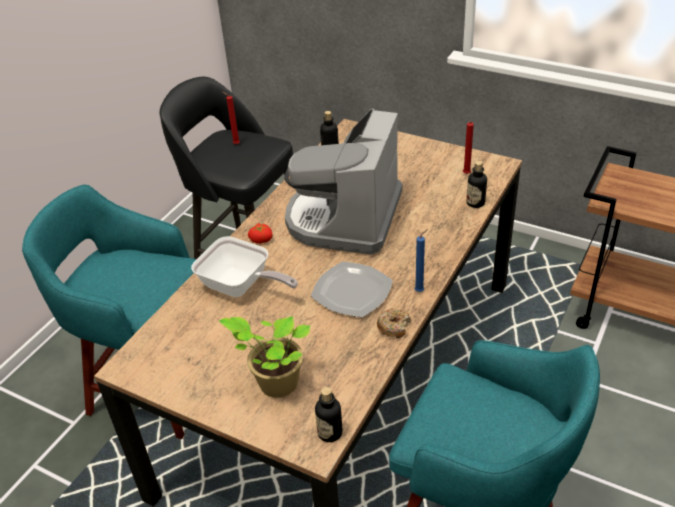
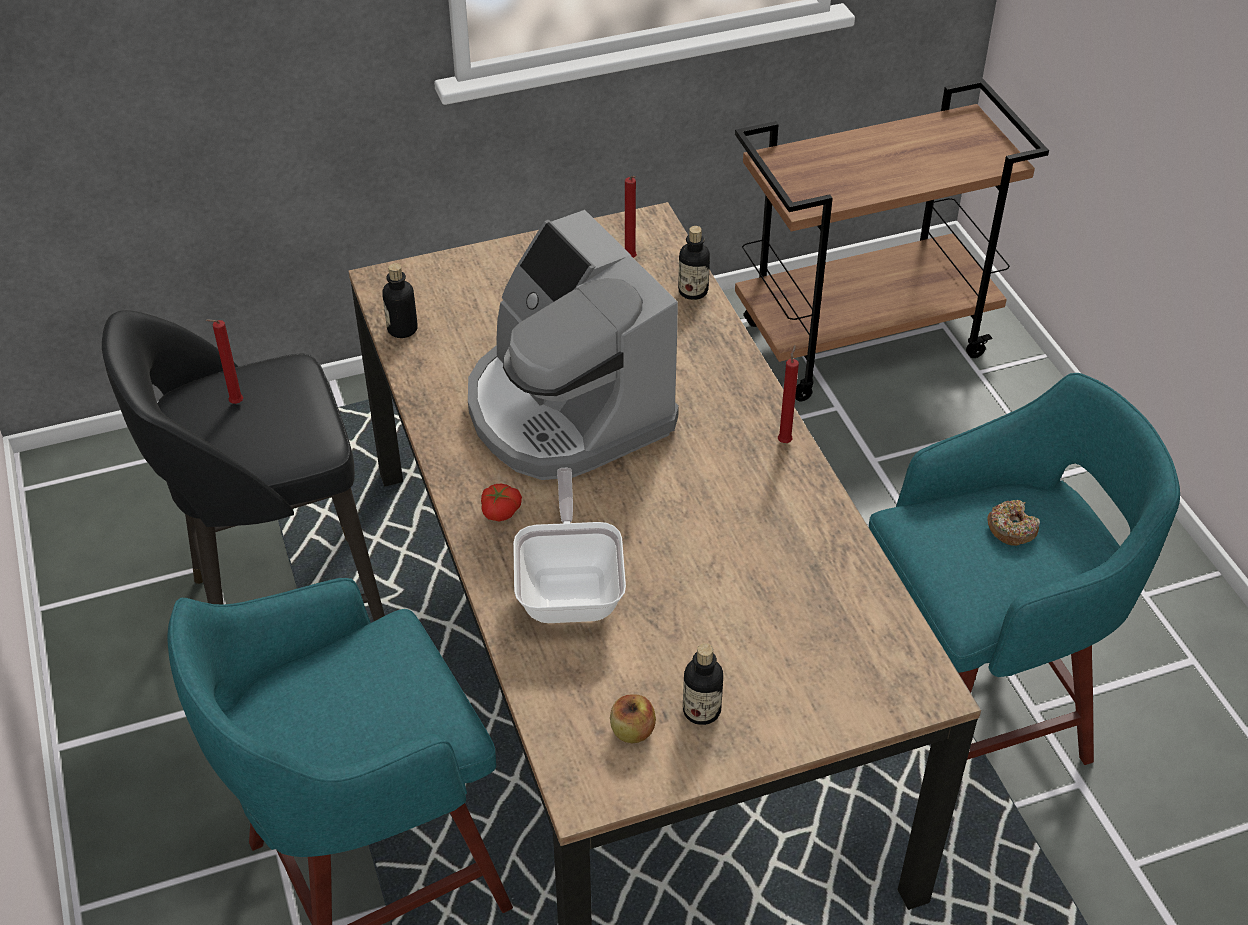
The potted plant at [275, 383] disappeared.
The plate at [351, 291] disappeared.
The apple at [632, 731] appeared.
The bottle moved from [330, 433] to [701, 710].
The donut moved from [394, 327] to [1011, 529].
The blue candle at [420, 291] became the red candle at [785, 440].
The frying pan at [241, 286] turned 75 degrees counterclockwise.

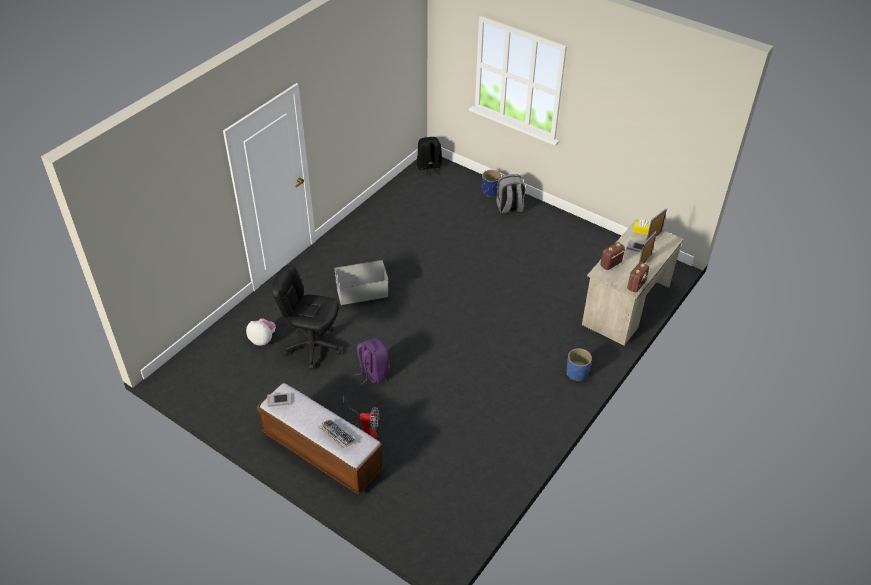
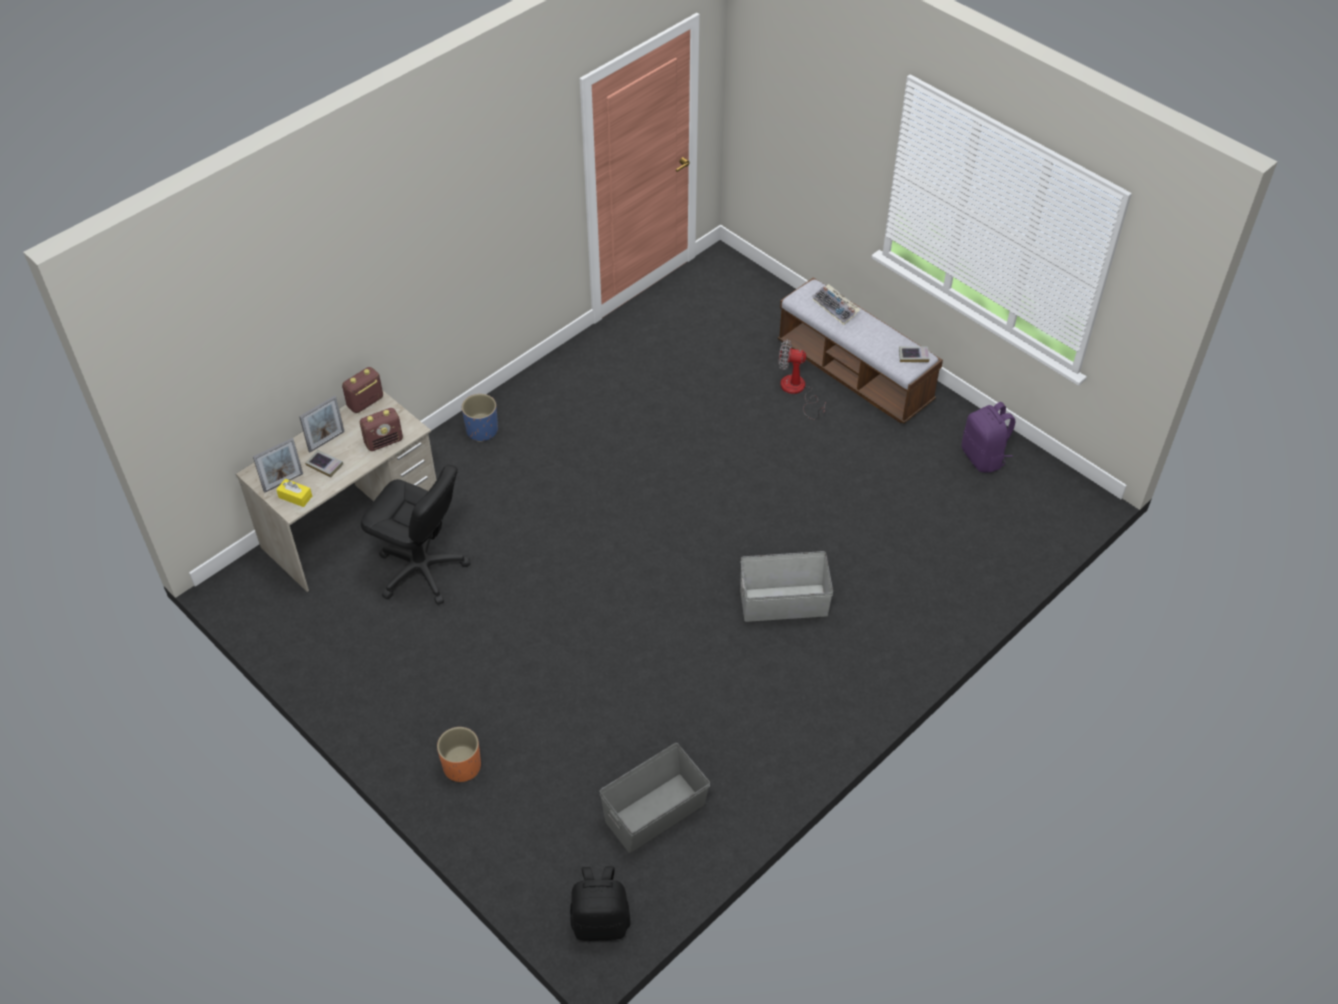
The plush toy at [263, 339] disappeared.
The blue planter at [490, 191] disappeared.
The grey storage box at [656, 813] appeared.
The black office chair moved from [313, 347] to [421, 571].
The purple backpack moved from [373, 373] to [983, 457].
The grey backpack at [509, 208] was replaced by the orange planter at [462, 766].

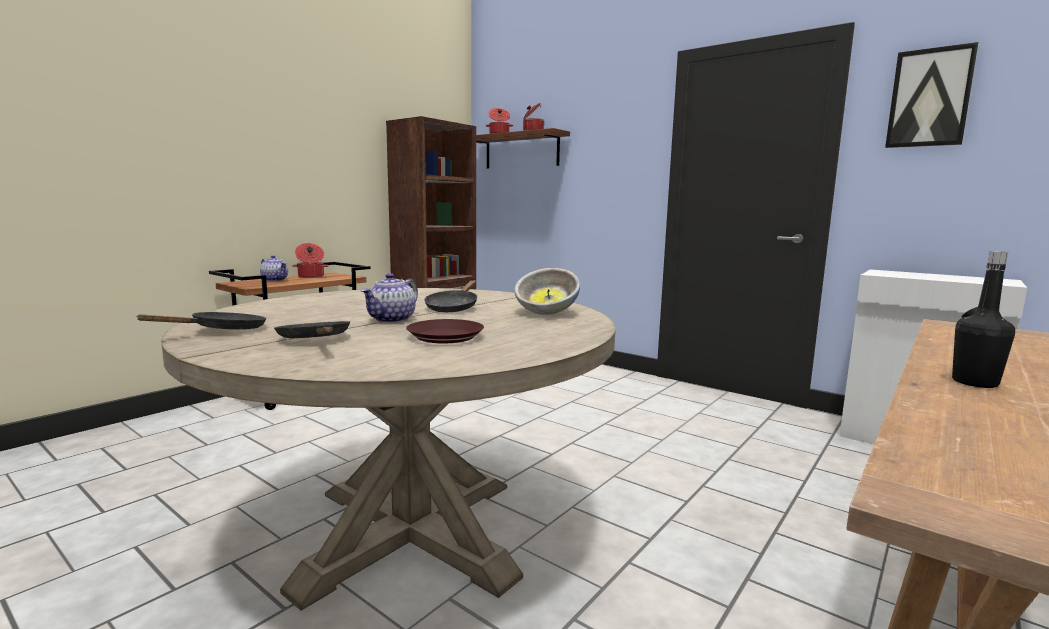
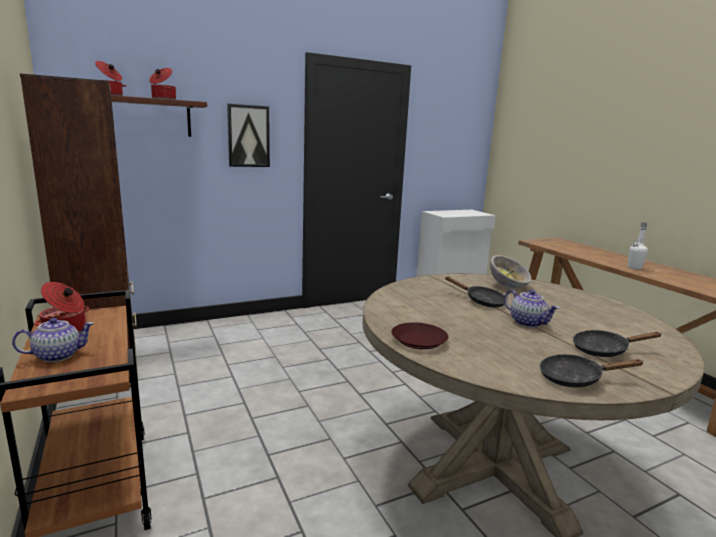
The brown plate moved from [446, 337] to [419, 340].
The picture moved from [929, 98] to [248, 136].
The black bottle at [974, 382] became the white bottle at [634, 267].
The black frying pan at [222, 331] turned 60 degrees counterclockwise.

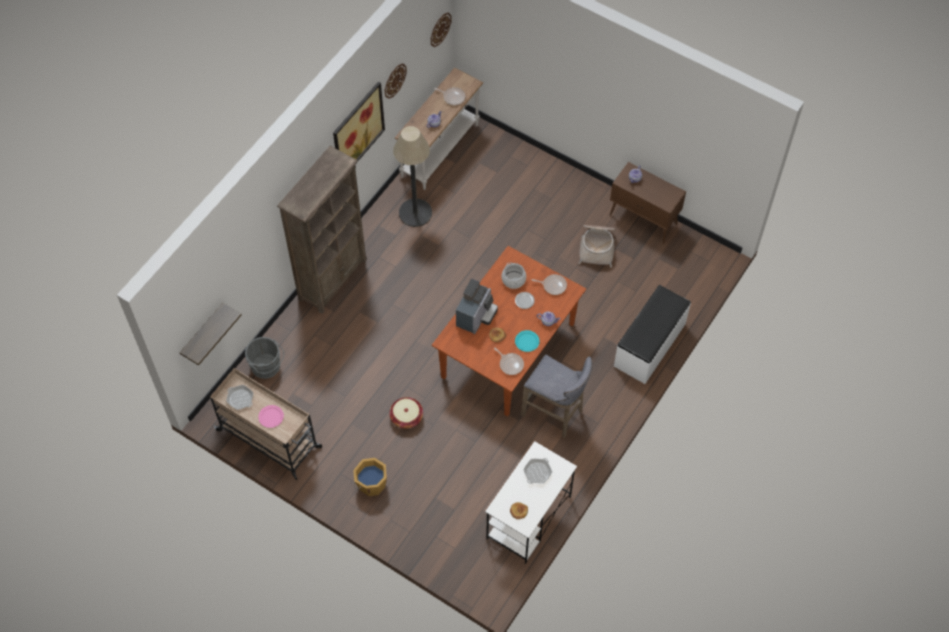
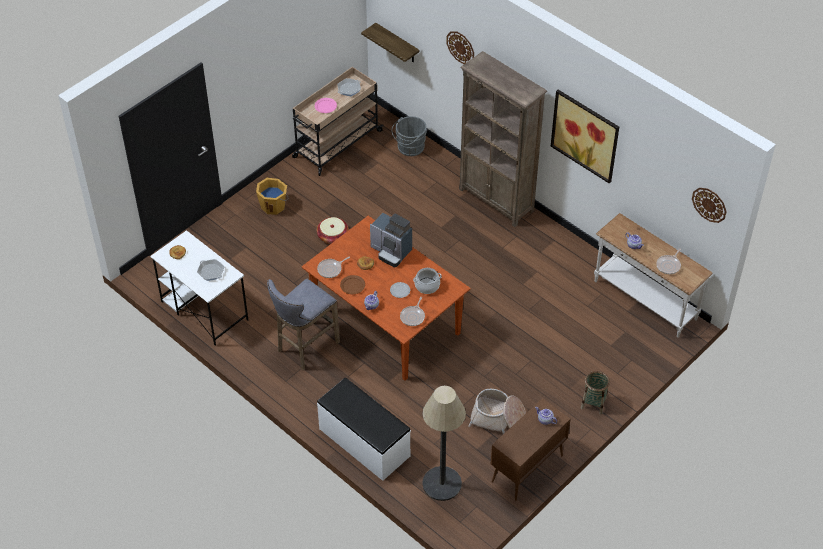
The basket at [593, 403] appeared.
The wall clock moved from [394, 80] to [460, 47].
The floor lamp moved from [415, 213] to [442, 483].
The turquoise plate at [527, 341] became the brown plate at [353, 285].

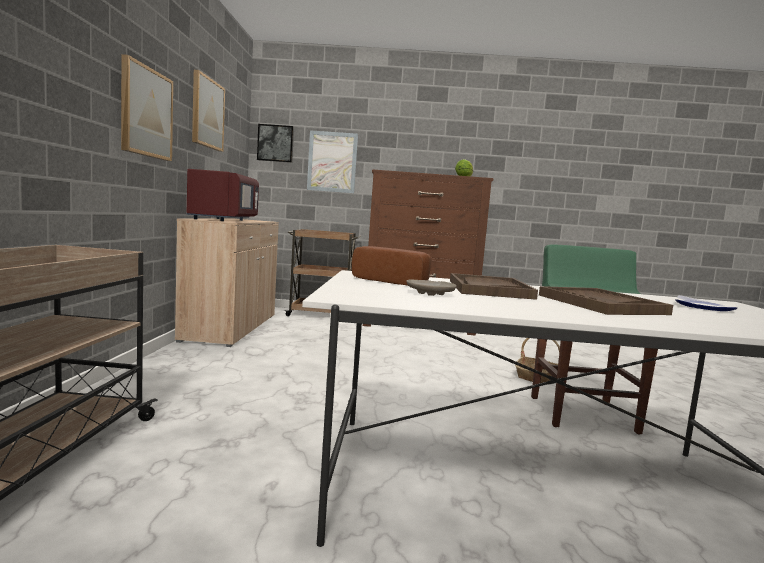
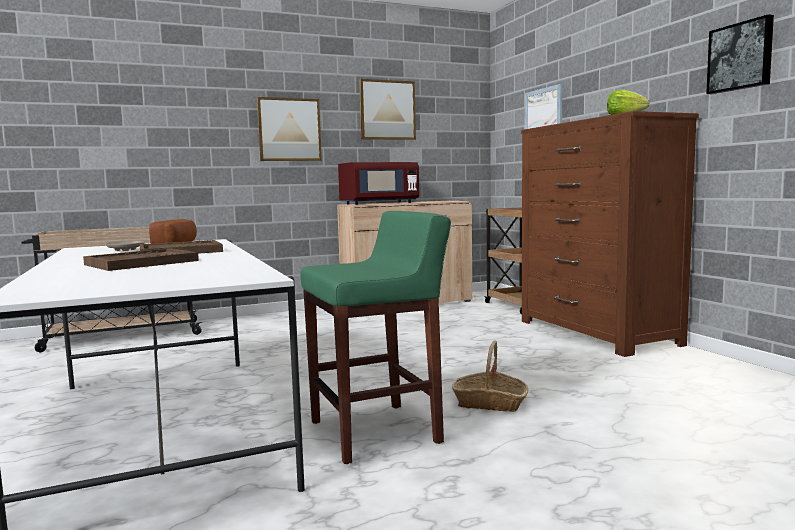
The plate at [705, 307] disappeared.
The picture moved from [276, 143] to [741, 56].

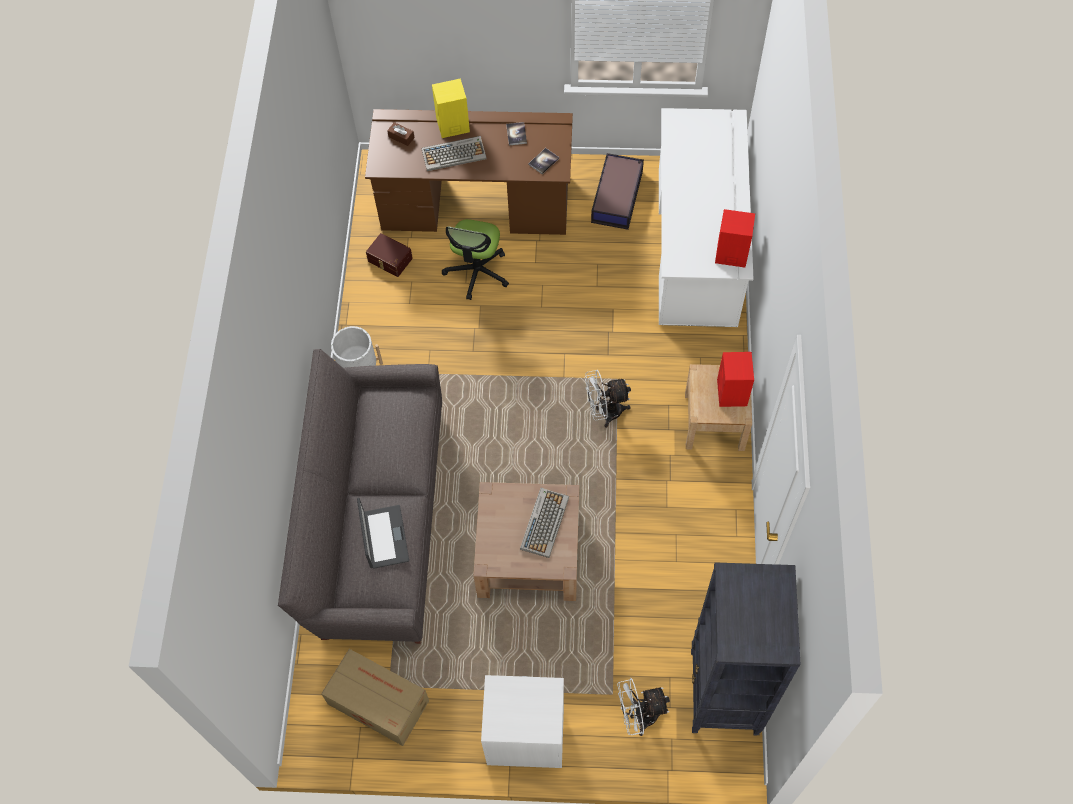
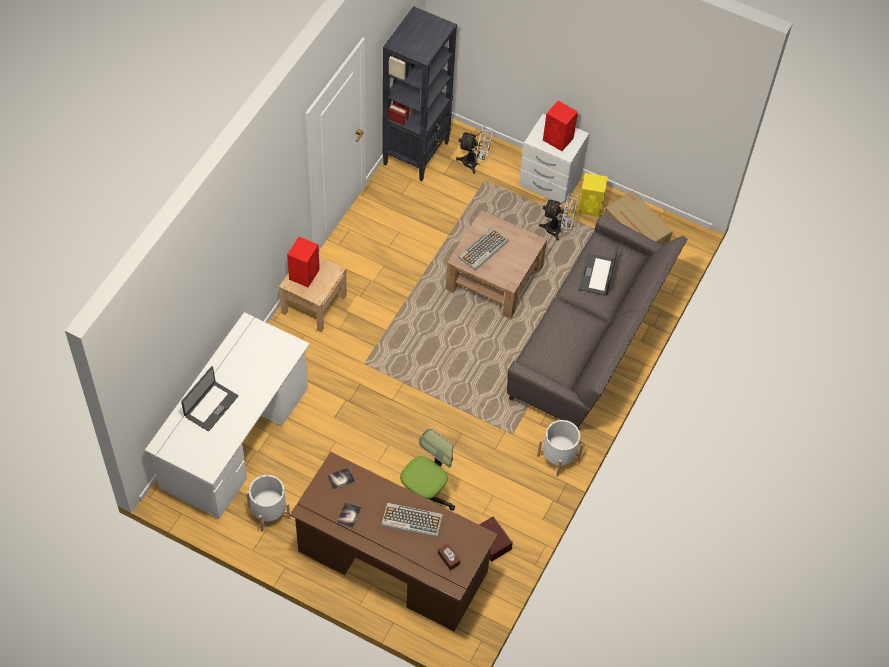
The laptop at [210, 406] appeared.
The yellow speaker moved from [452, 125] to [591, 207].
The white fan moved from [605, 412] to [558, 230].
The red speaker moved from [730, 254] to [558, 139].
The storage box at [617, 196] was replaced by the white planter at [269, 512].

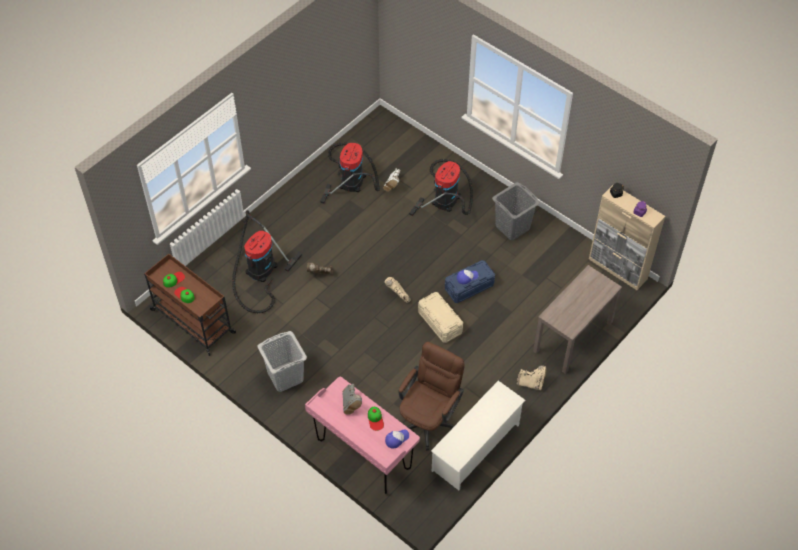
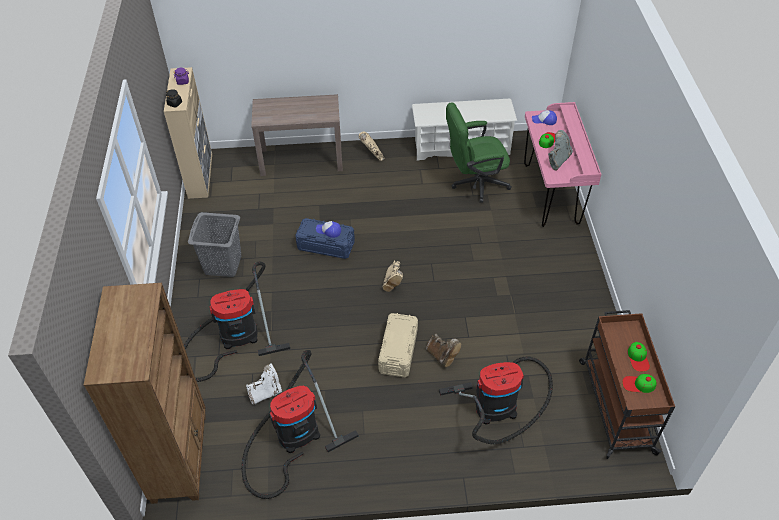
The grey laundry basket at [285, 377] disappeared.
The brown bookcase at [180, 456] appeared.
The beige storage box moved from [440, 322] to [398, 351].
The brown office chair at [429, 418] became the green office chair at [474, 183].

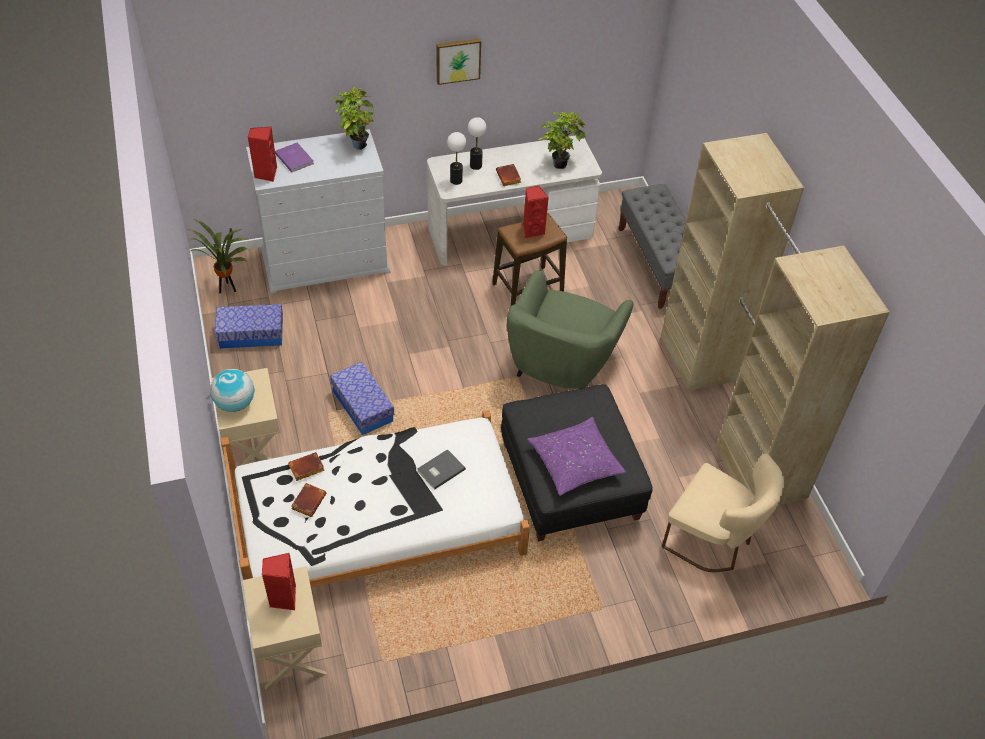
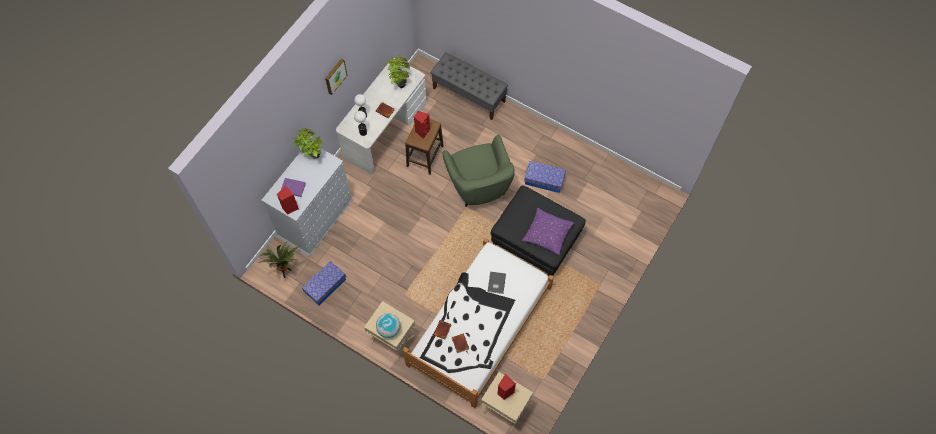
The beige wardrobe at [730, 413] disappeared.
The beige chair at [713, 541] disappeared.
The storage box moved from [362, 406] to [544, 180].

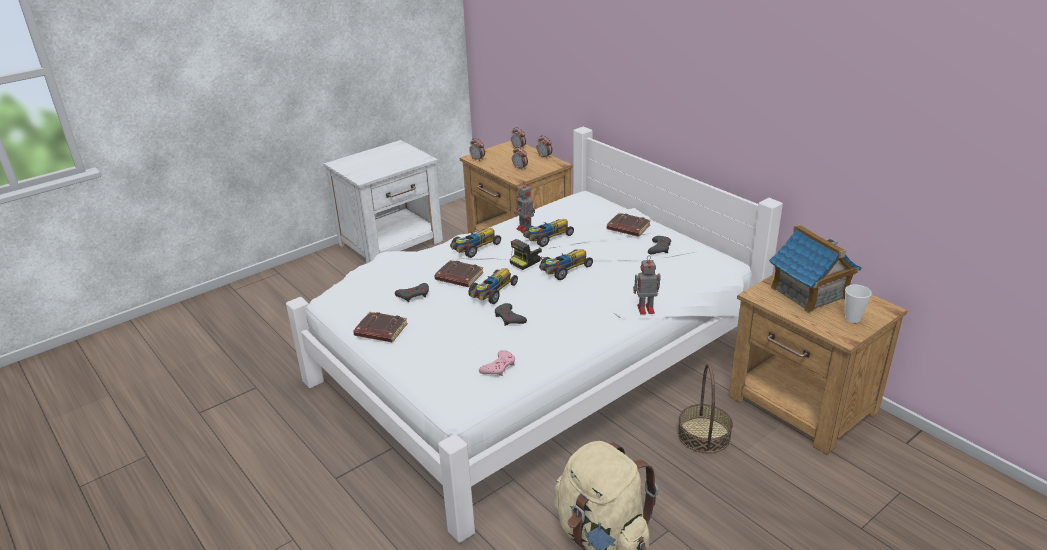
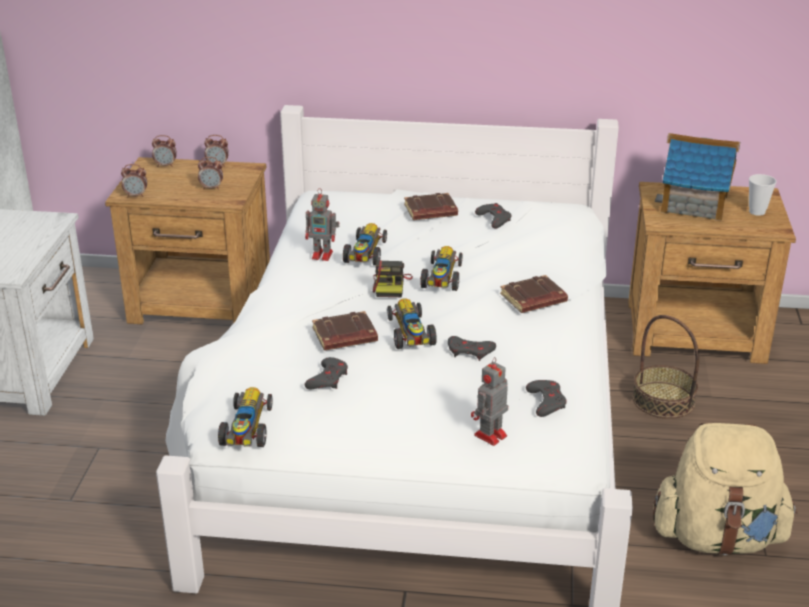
The brown book moved from [380, 331] to [533, 299].
The toy car moved from [474, 248] to [247, 430].
The toy robot moved from [644, 309] to [489, 436].
The pink game controller at [499, 367] became the grey game controller at [546, 401].

